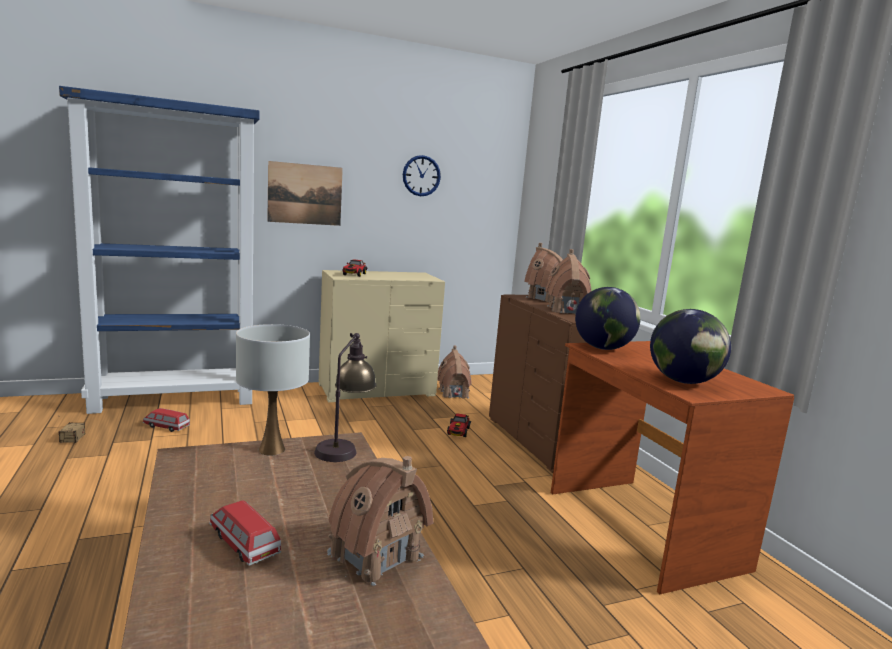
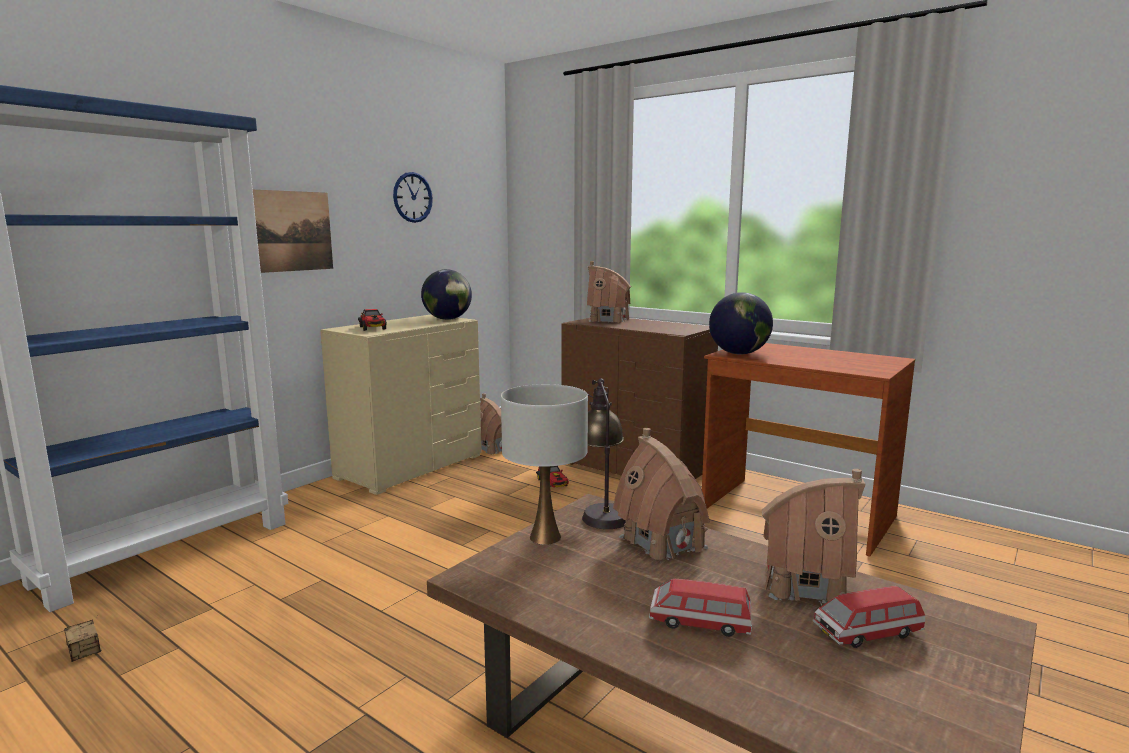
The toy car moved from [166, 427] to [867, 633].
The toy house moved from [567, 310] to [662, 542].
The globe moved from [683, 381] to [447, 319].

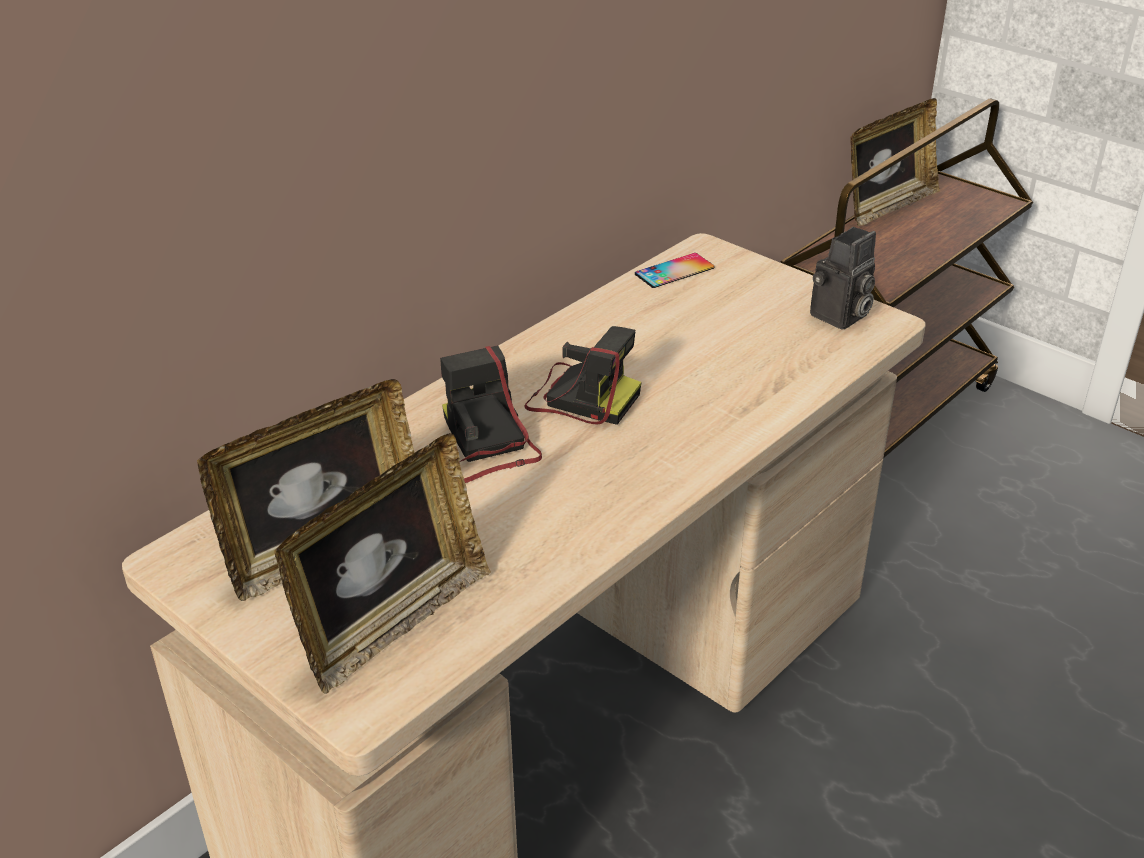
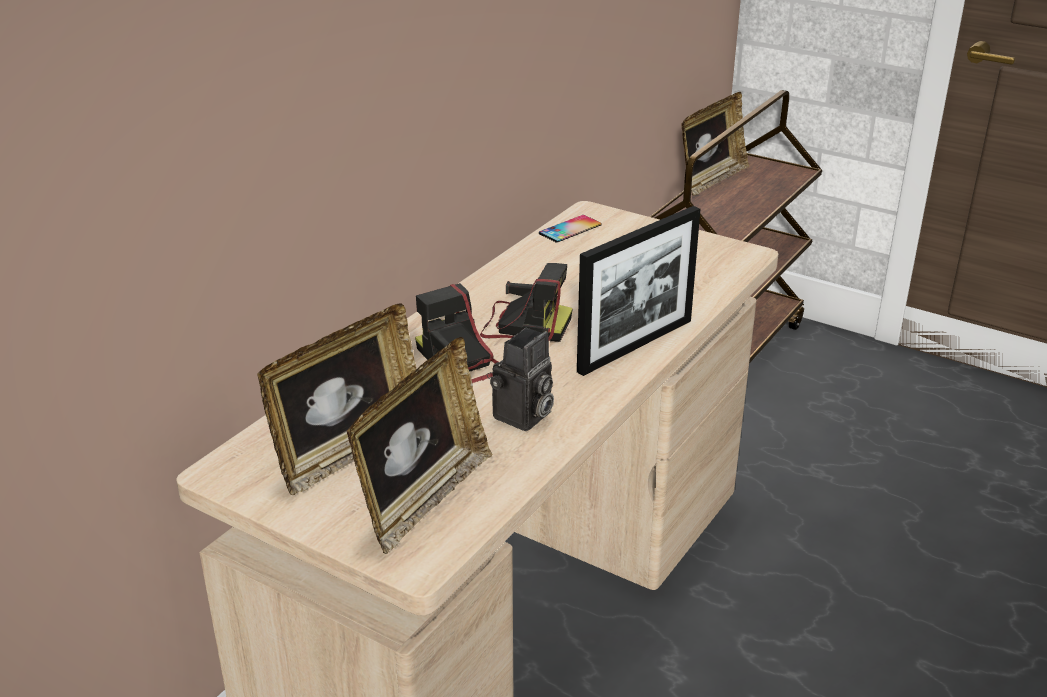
The picture frame at [635, 345] appeared.
The photo camera moved from [840, 317] to [523, 417].

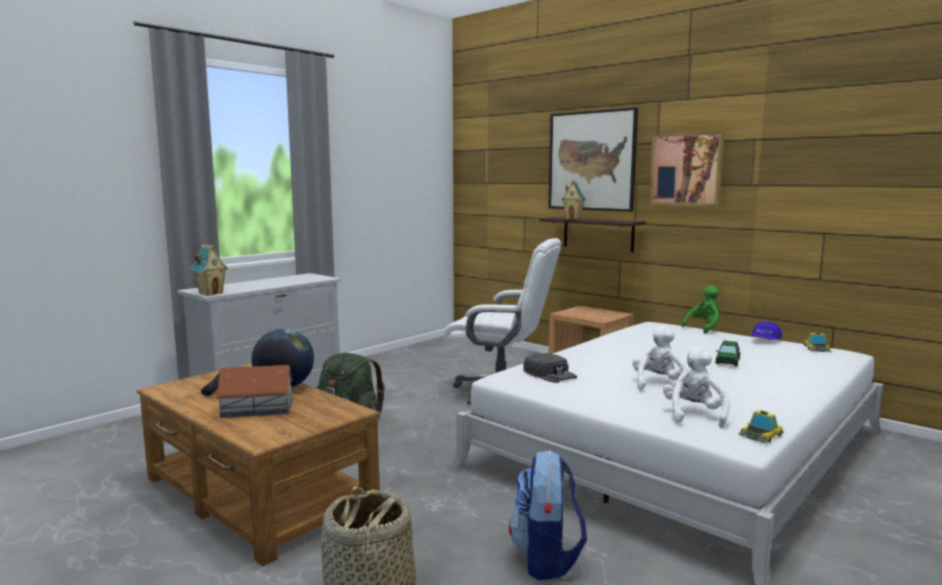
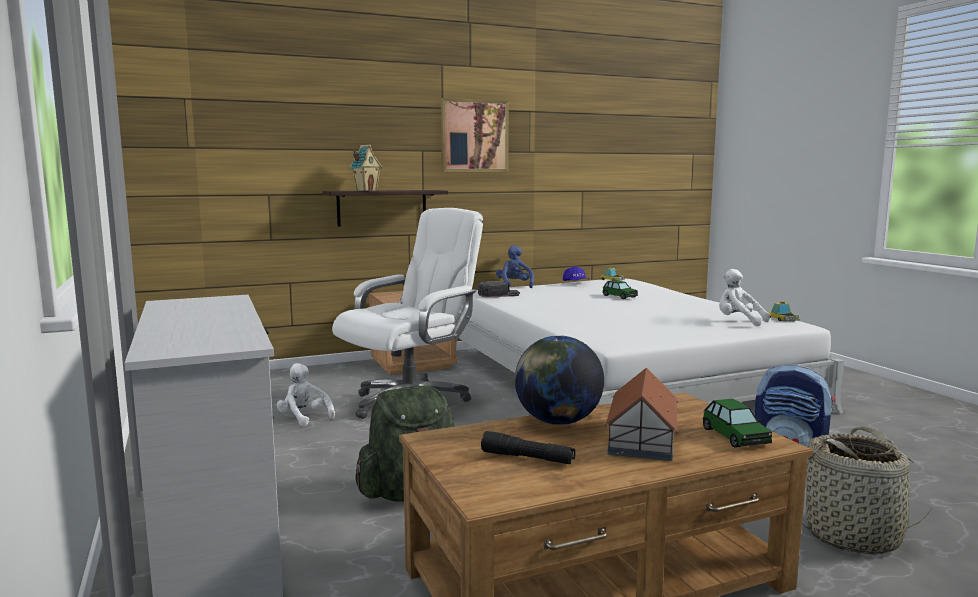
The toy house at [211, 293] disappeared.
The picture at [591, 161] disappeared.
The toy car at [735, 436] appeared.
The black cap moved from [550, 374] to [498, 294].
The white plush toy moved from [658, 385] to [304, 418].
The green plush toy at [704, 328] became the blue plush toy at [514, 286].

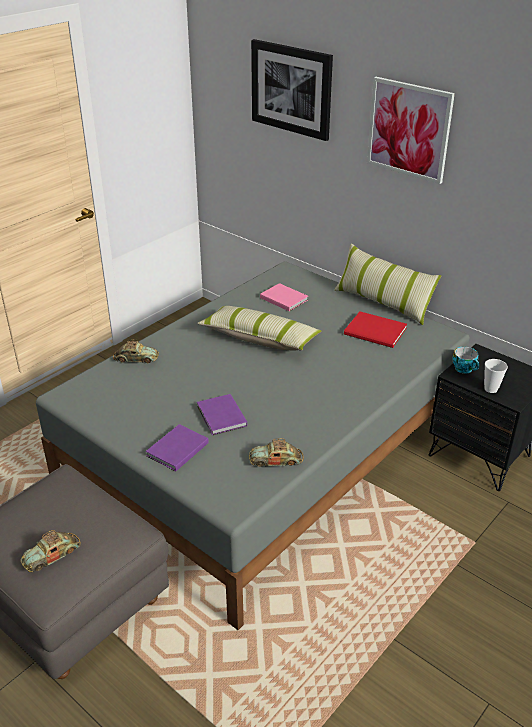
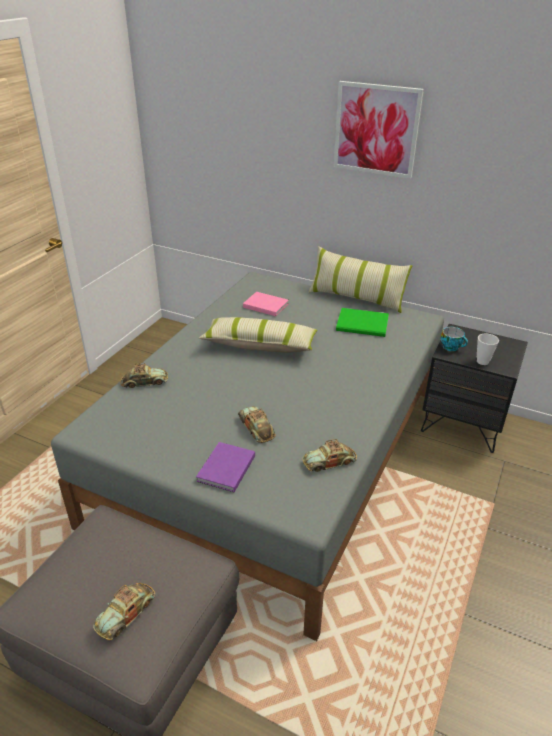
The picture at [291, 89] disappeared.
The purple book at [221, 417] was replaced by the toy car at [256, 427].
The red book at [376, 332] became the green book at [363, 325].

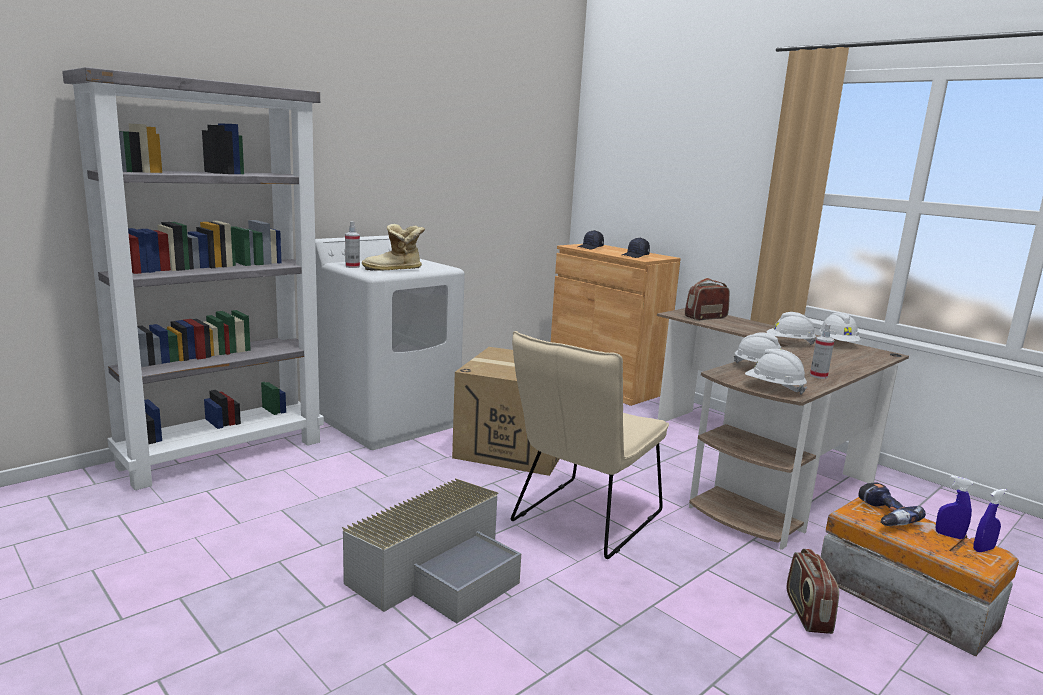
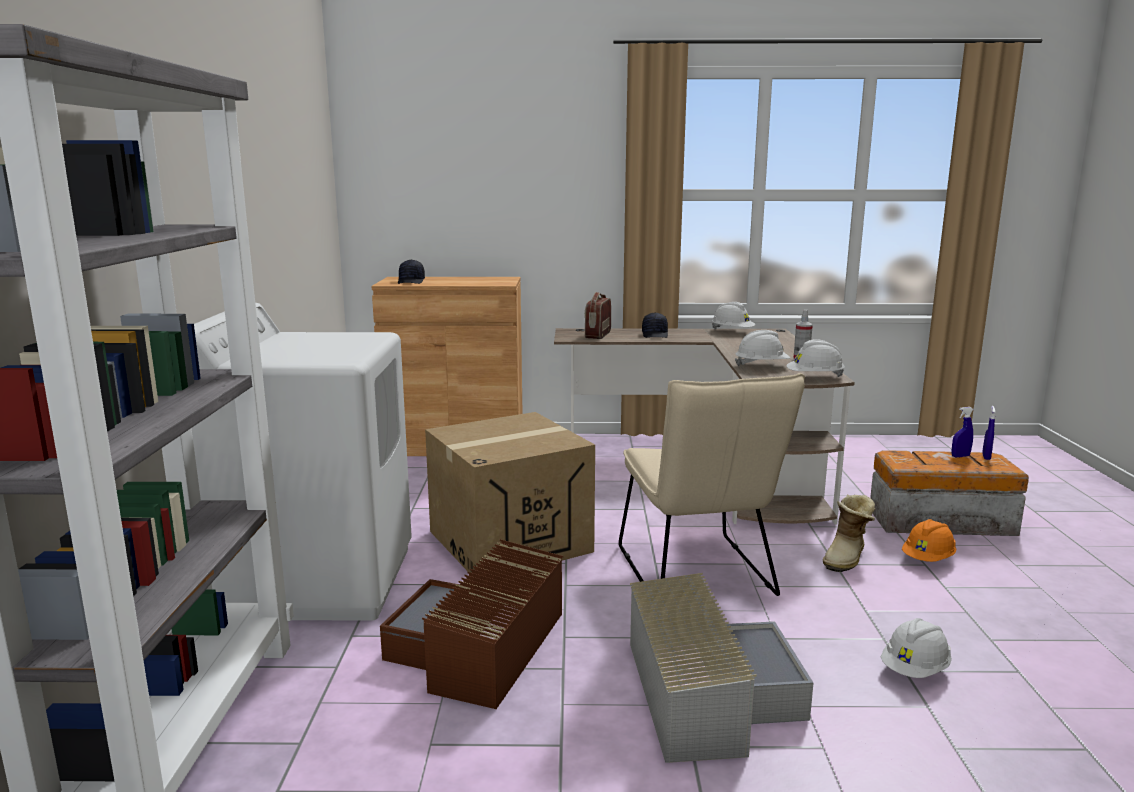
The spray bottle at [352, 266] disappeared.
The power drill at [881, 515] disappeared.
The brown storage box at [478, 648] appeared.
The boot moved from [394, 270] to [847, 558].
The black cap moved from [635, 256] to [655, 335].
The white hard hat moved from [789, 343] to [915, 670].
The radio at [807, 613] was replaced by the orange hard hat at [928, 559].

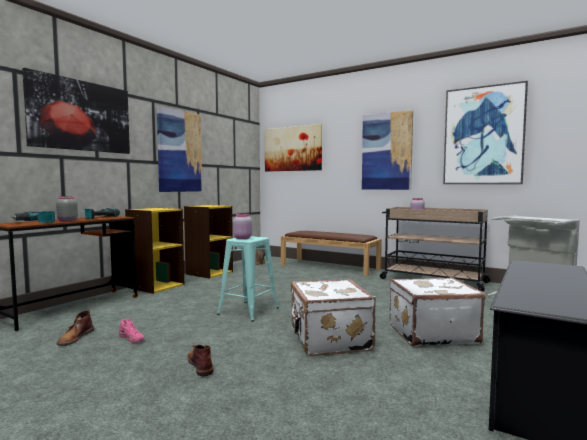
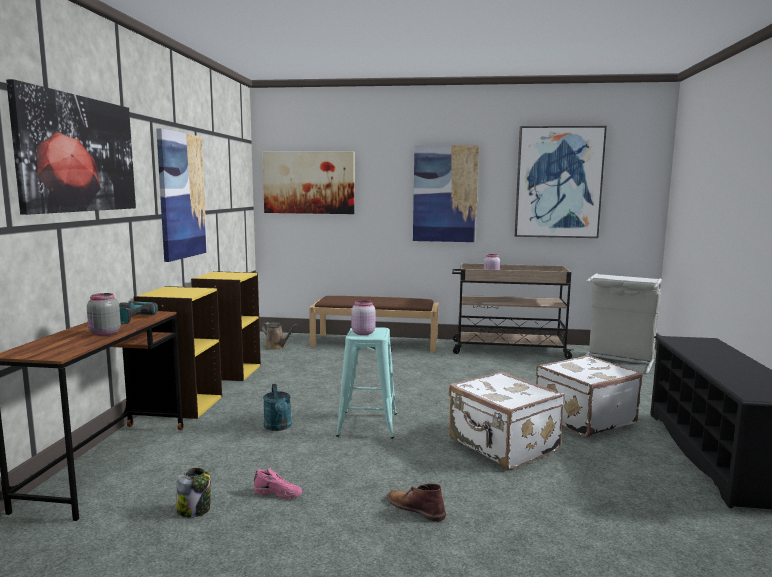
The power drill at [36, 222] disappeared.
The turquoise watering can at [278, 427] appeared.
The brown boot at [75, 337] was replaced by the jar at [194, 510].

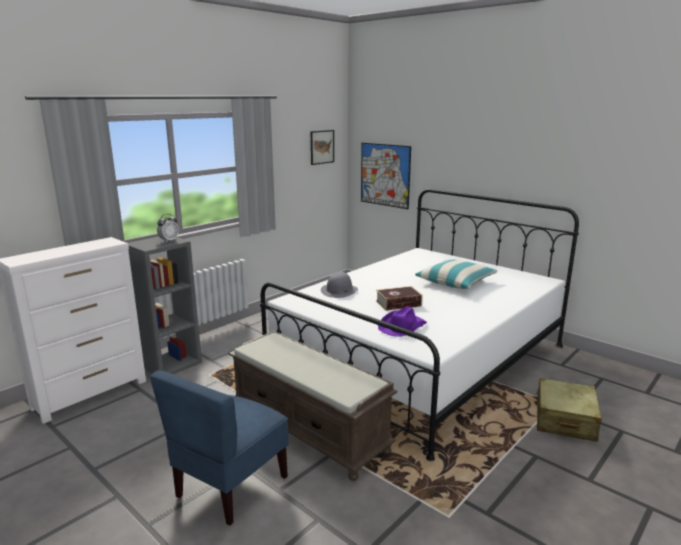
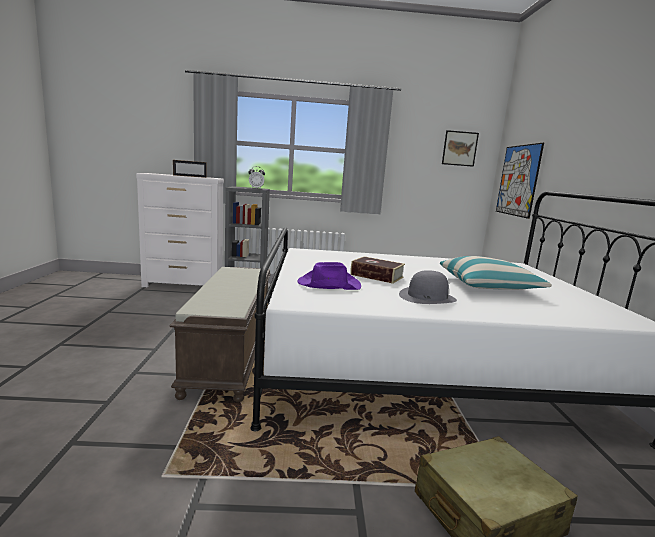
The blue chair at [231, 486] disappeared.
The picture frame at [190, 176] appeared.
The grey hat moved from [339, 290] to [427, 297].

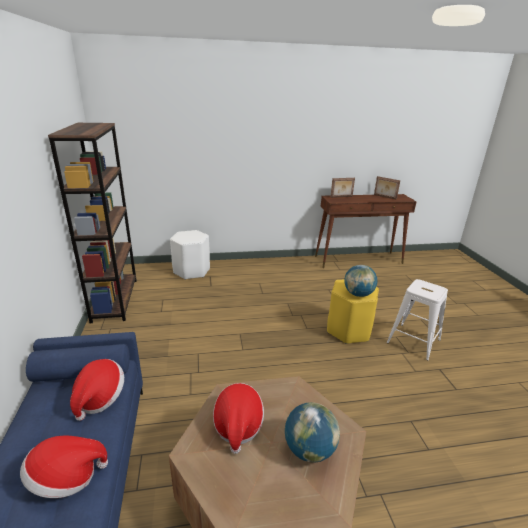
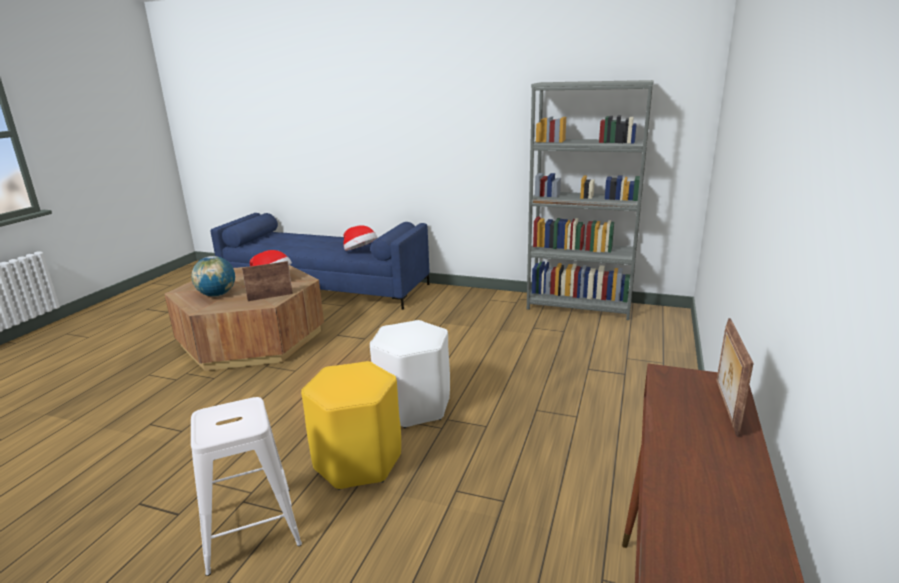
The hat at [66, 478] disappeared.
The globe at [358, 294] disappeared.
The white stool moved from [191, 271] to [414, 406].
The picture frame moved from [384, 197] to [270, 297].
The brown bookcase at [115, 300] became the grey bookcase at [579, 306].

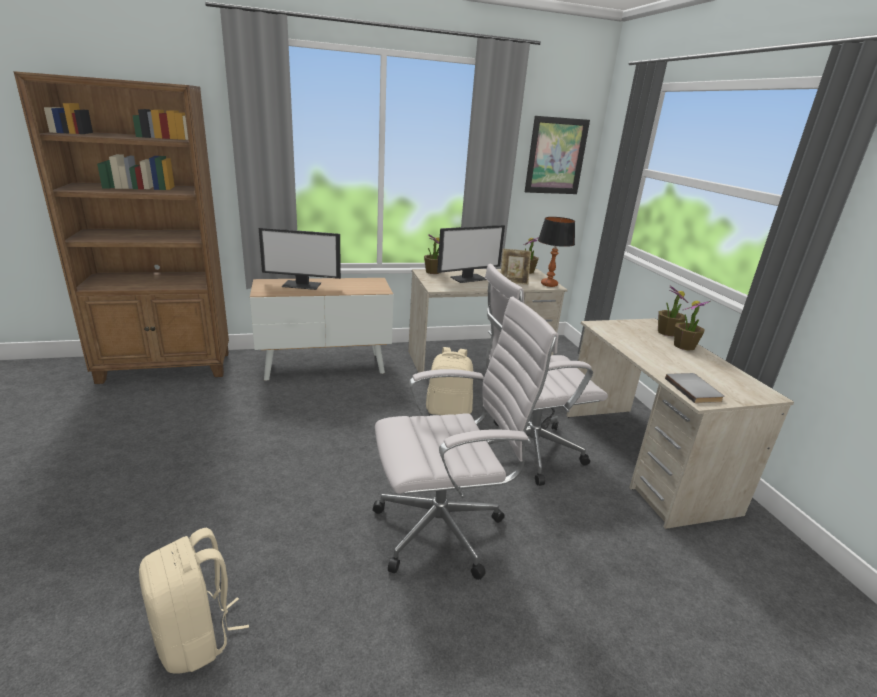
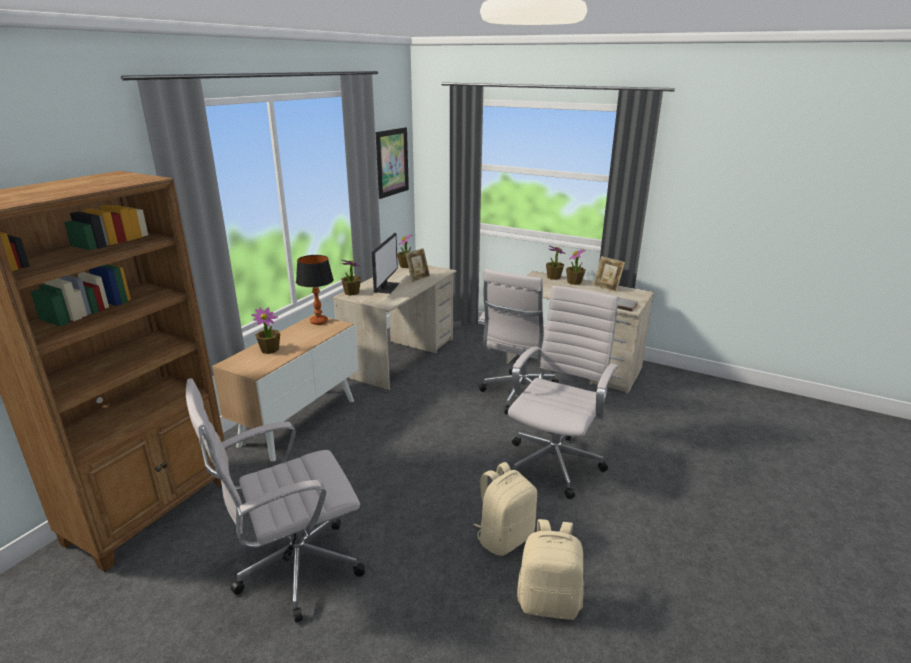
The white office chair at [293, 570] appeared.
The picture frame at [607, 287] appeared.
The beige backpack moved from [449, 410] to [504, 537].
The table lamp moved from [549, 284] to [319, 321].
The monitor at [302, 285] was replaced by the potted plant at [270, 349].

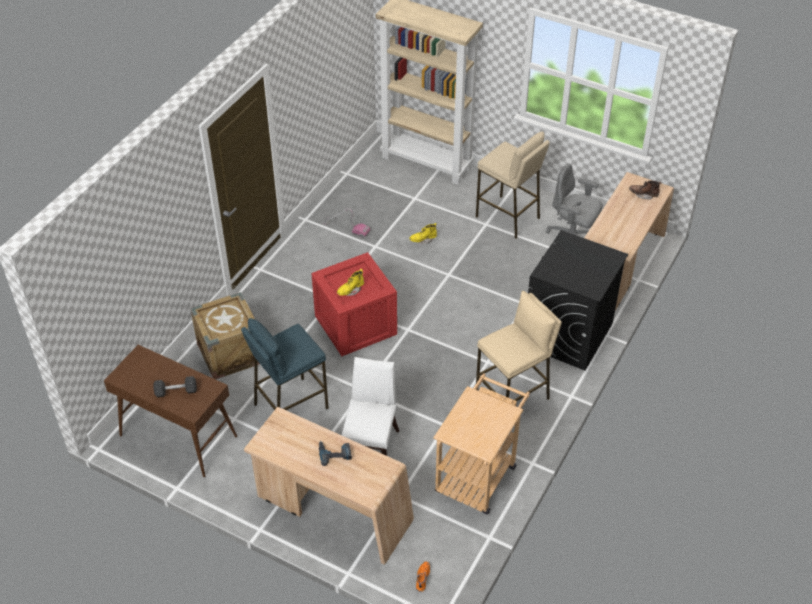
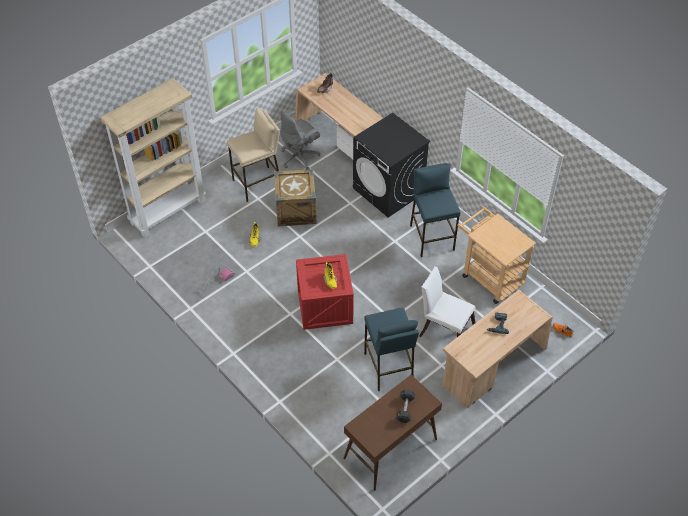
The crate moved from [230, 353] to [296, 210].
The beige stool at [513, 397] became the blue stool at [431, 237].

